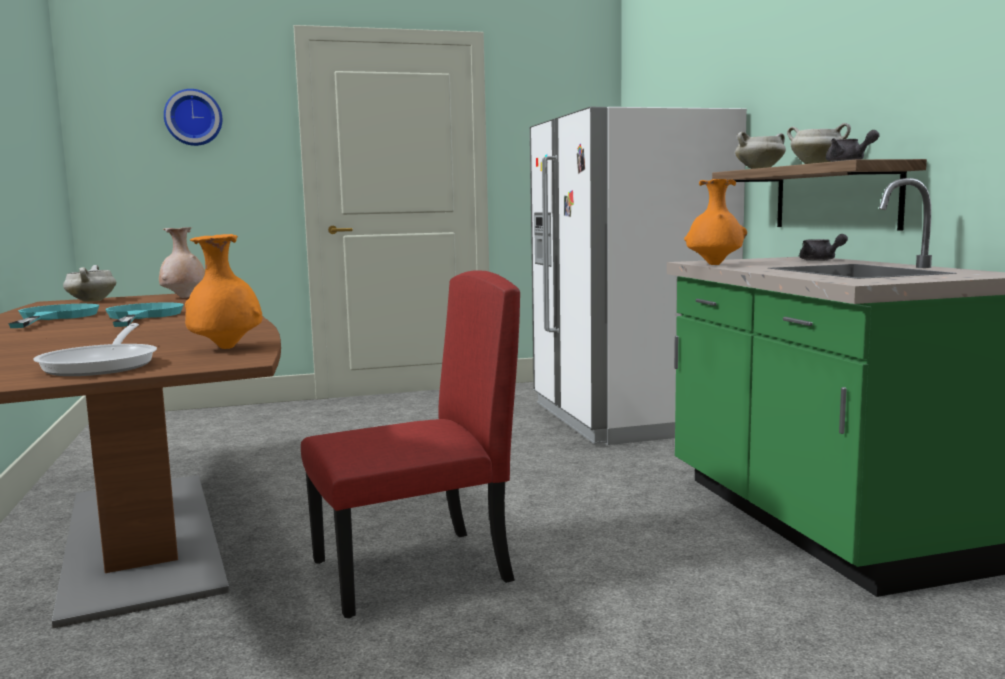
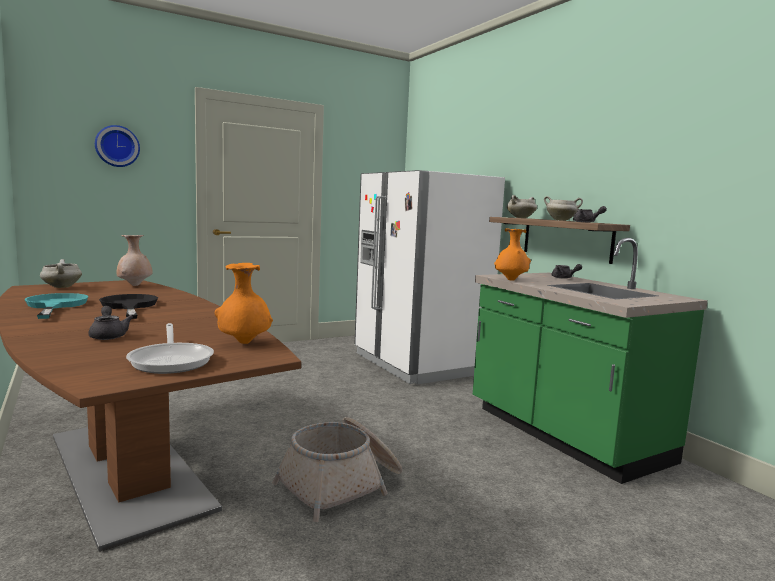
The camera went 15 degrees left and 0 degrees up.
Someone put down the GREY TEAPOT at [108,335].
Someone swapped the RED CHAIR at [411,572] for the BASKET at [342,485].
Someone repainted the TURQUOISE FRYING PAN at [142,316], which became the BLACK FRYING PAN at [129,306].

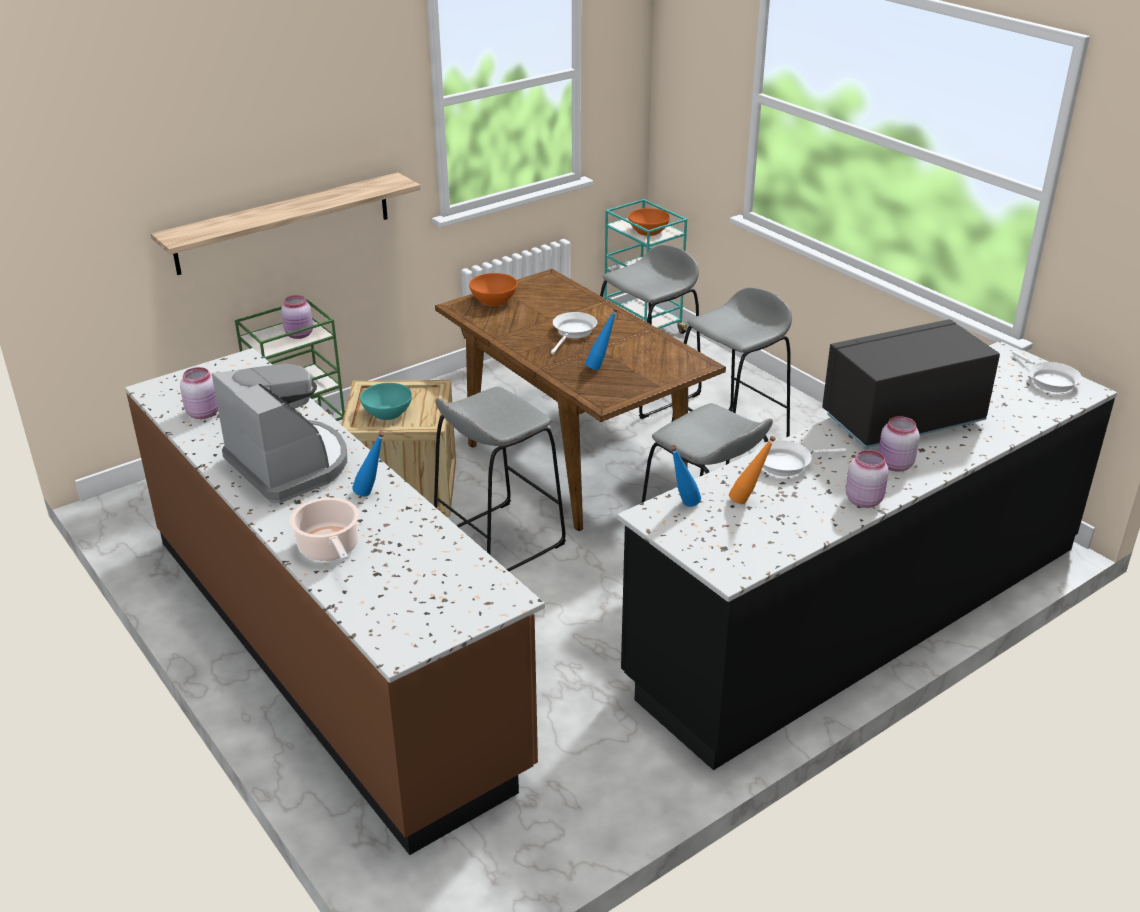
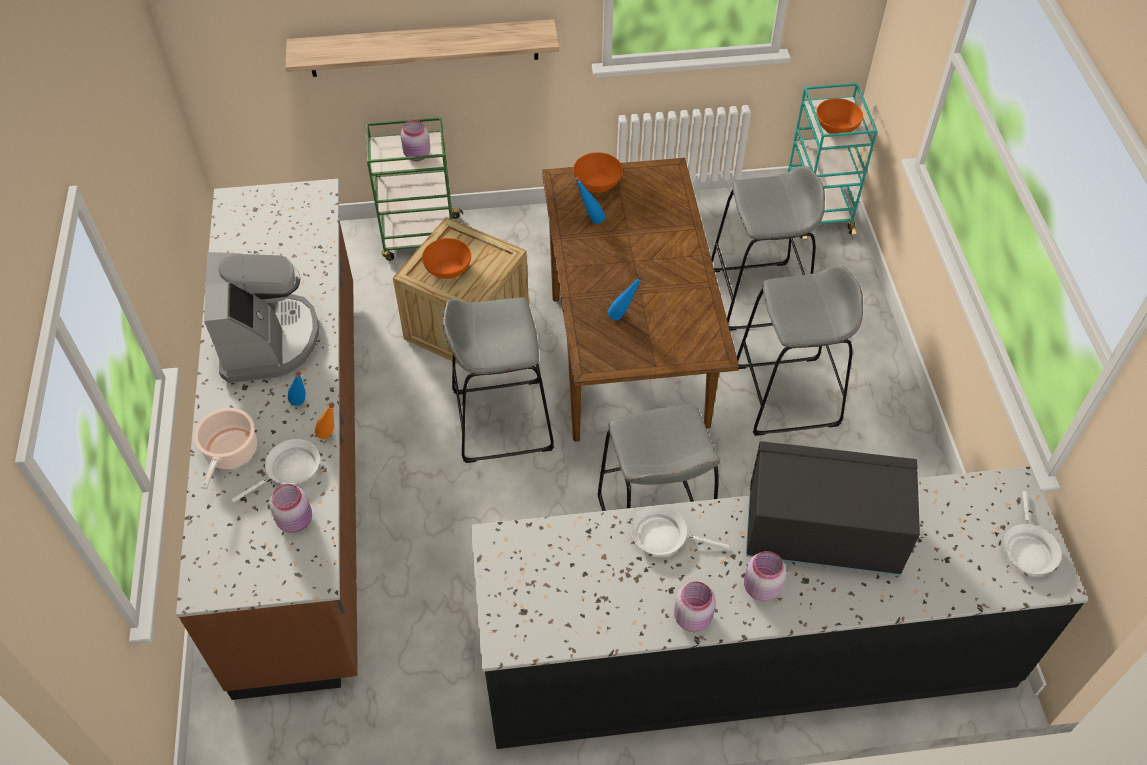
The camera went 30 degrees right and 20 degrees up.
Someone carried the PINK JAR from [204,413] to [296,520].
Someone carried the WHITE FRYING PAN from [573,332] to [290,471].
Someone carried the BLUE BOTTLE from [683,506] to [590,220].
Someone carried the ORANGE BOTTLE from [748,501] to [331,438].
Someone repainted the TURQUOISE BOWL at [387,413], which became the ORANGE BOWL at [447,269].

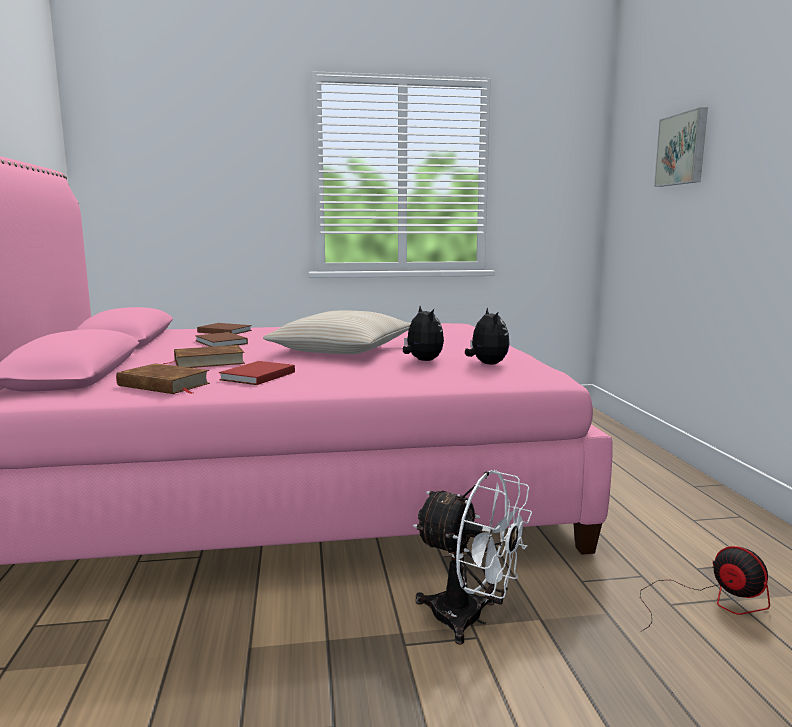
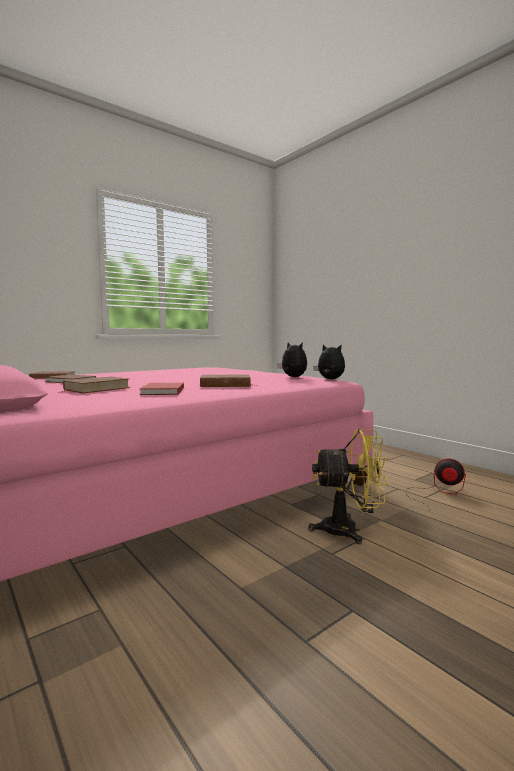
The camera went 30 degrees left and 5 degrees down.
Someone took away the BEIGE PILLOW at [342,349].
Someone took away the PICTURE at [683,149].
Someone carried the BROWN BOOK from [163,385] to [226,385].
Someone carried the PLUSH TOY from [422,361] to [330,379].
Someone repainted the WHITE FAN at [470,619], which became the YELLOW FAN at [349,530].

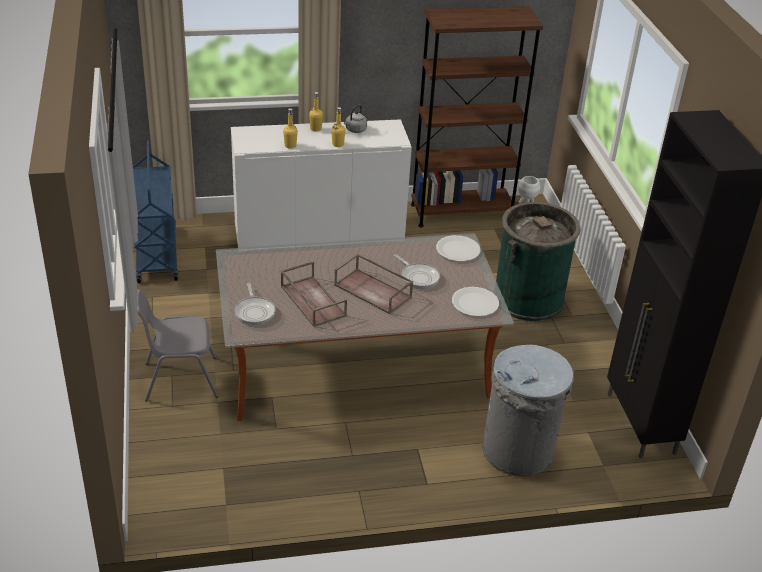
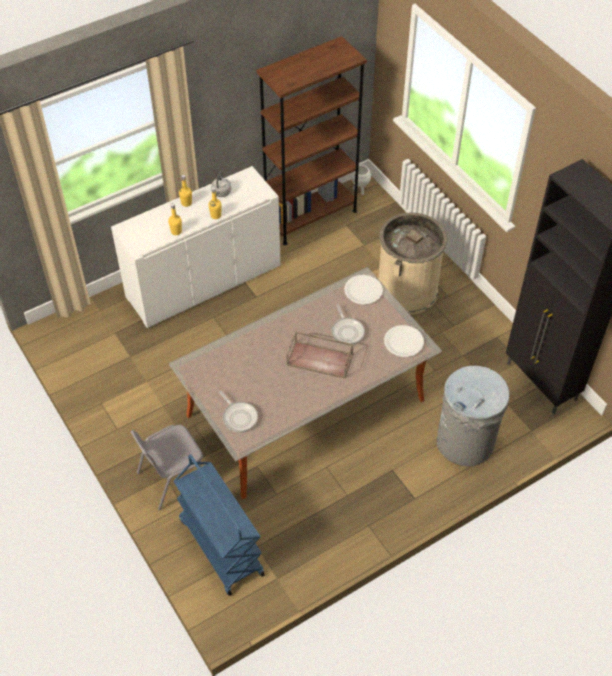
The camera went 20 degrees left and 15 degrees up.
Someone took away the BROWN TRAY at [312,301].
Someone carried the BLUE CART from [156,254] to [220,546].
Someone repainted the GREEN TRASH CAN at [528,298], which became the BEIGE TRASH CAN at [407,290].
Someone rotated the FRYING PAN at [418,277] by 45 degrees clockwise.

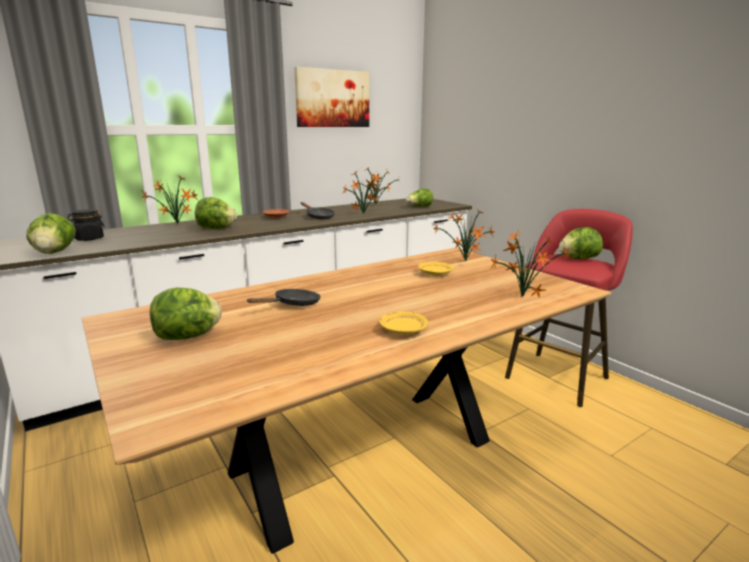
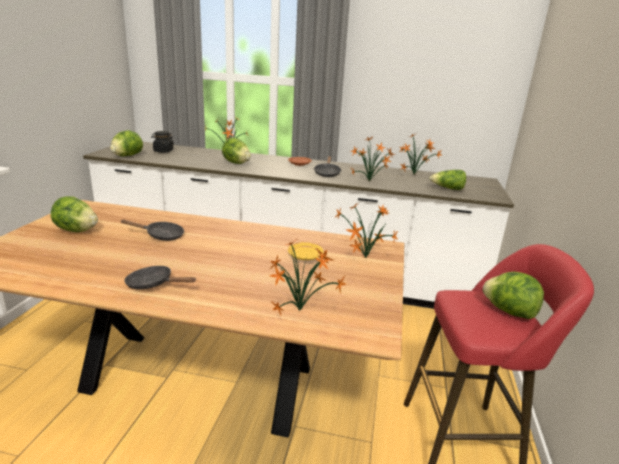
The camera went 45 degrees right and 5 degrees up.
Someone took away the PICTURE at [332,98].
Someone swapped the YELLOW PLATE at [403,330] for the BLACK FRYING PAN at [153,284].

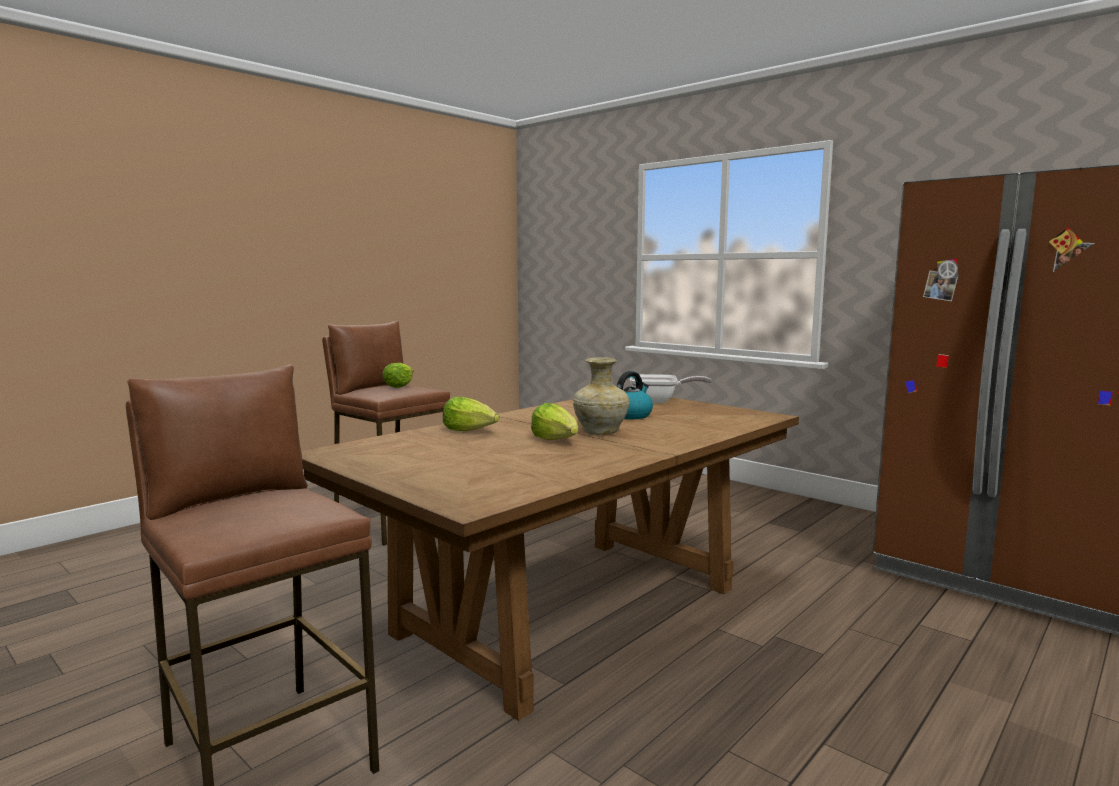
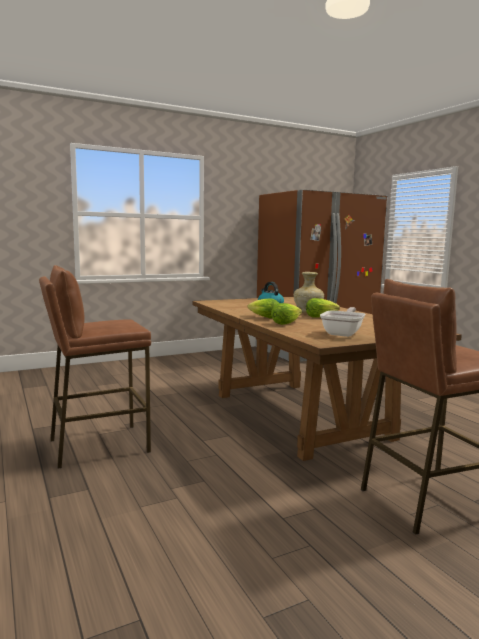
The camera went 70 degrees left and 0 degrees up.
Someone carried the LETTUCE from [399,386] to [264,317].
Someone carried the FRYING PAN from [659,401] to [343,333].

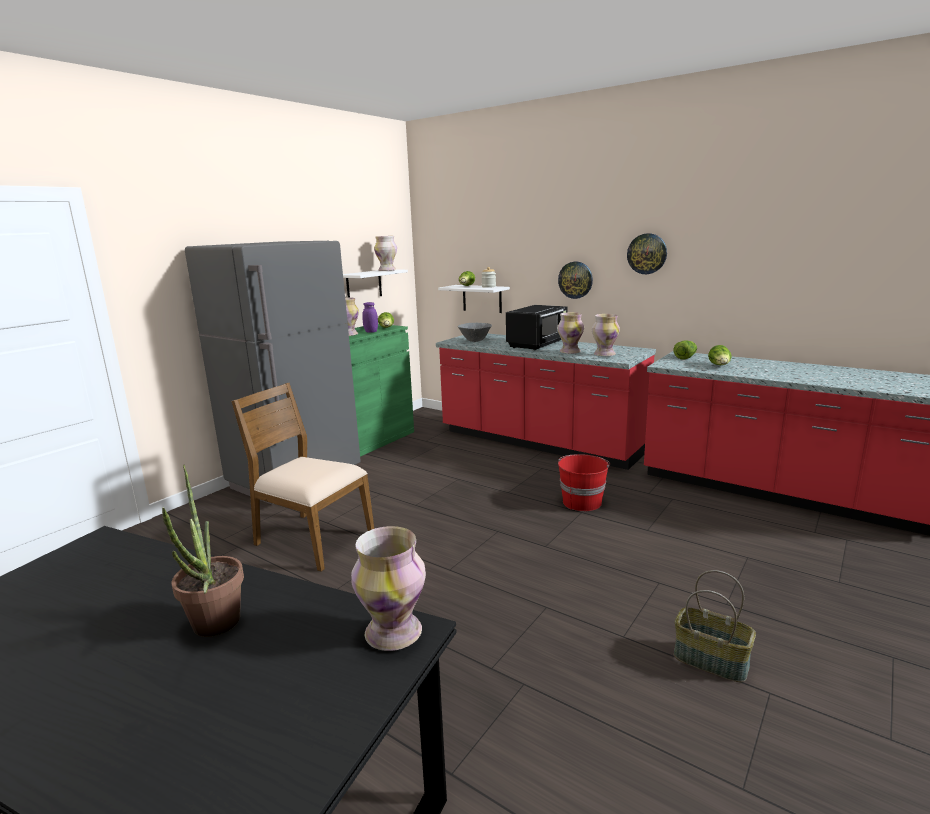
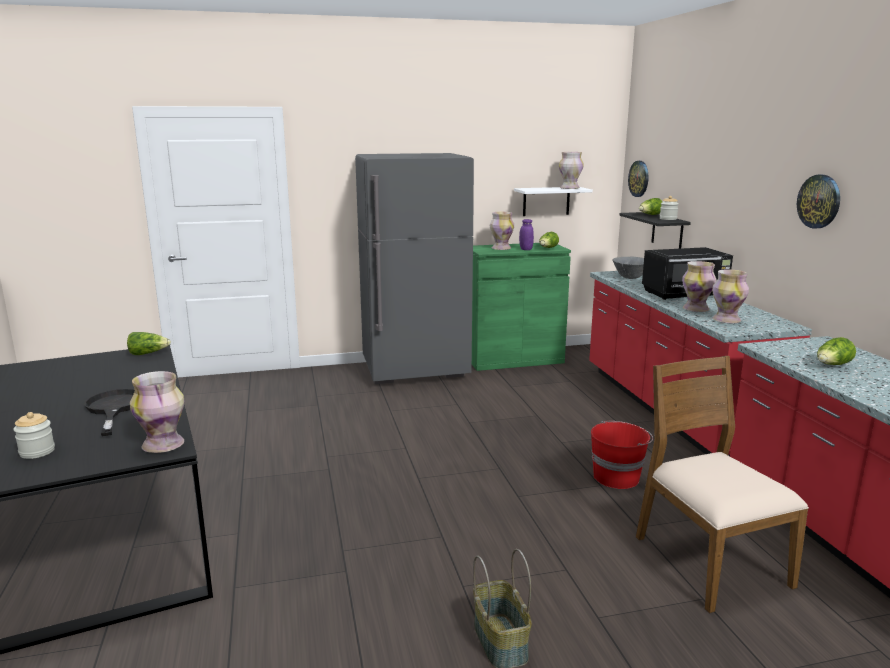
The camera went 40 degrees right and 0 degrees up.
Someone put down the JAR at [37,452].
Someone carried the BROWN CHAIR from [312,539] to [708,561].
Someone carried the WALL CLOCK from [575,280] to [639,178].
Someone carried the LETTUCE from [685,357] to [148,353].
Someone swapped the POTTED PLANT at [214,629] for the BLACK FRYING PAN at [114,408].
Someone repainted the WHITE SHELF at [482,298], which became the BLACK SHELF at [667,231].

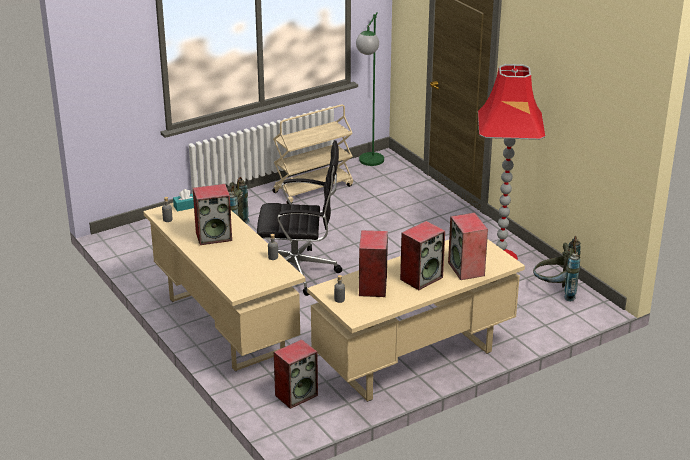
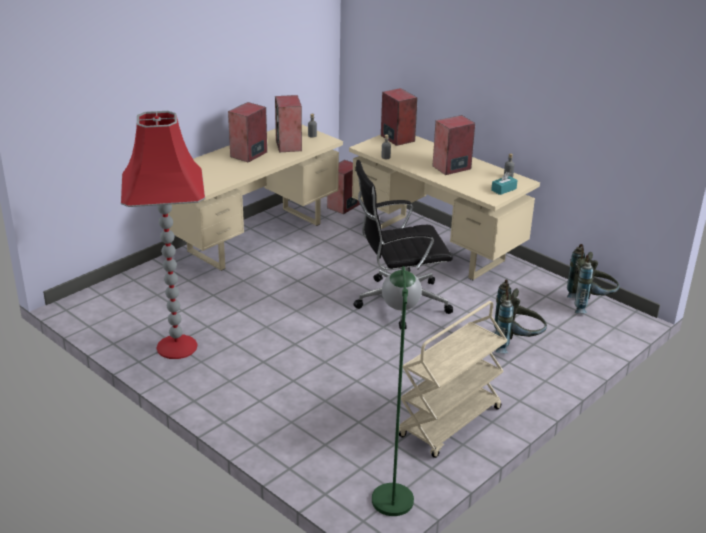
The camera went 165 degrees right and 0 degrees up.
Someone carried the SPEAKER from [467,269] to [397,138].
Someone carried the GREY BACKPACK from [555,291] to [590,304].

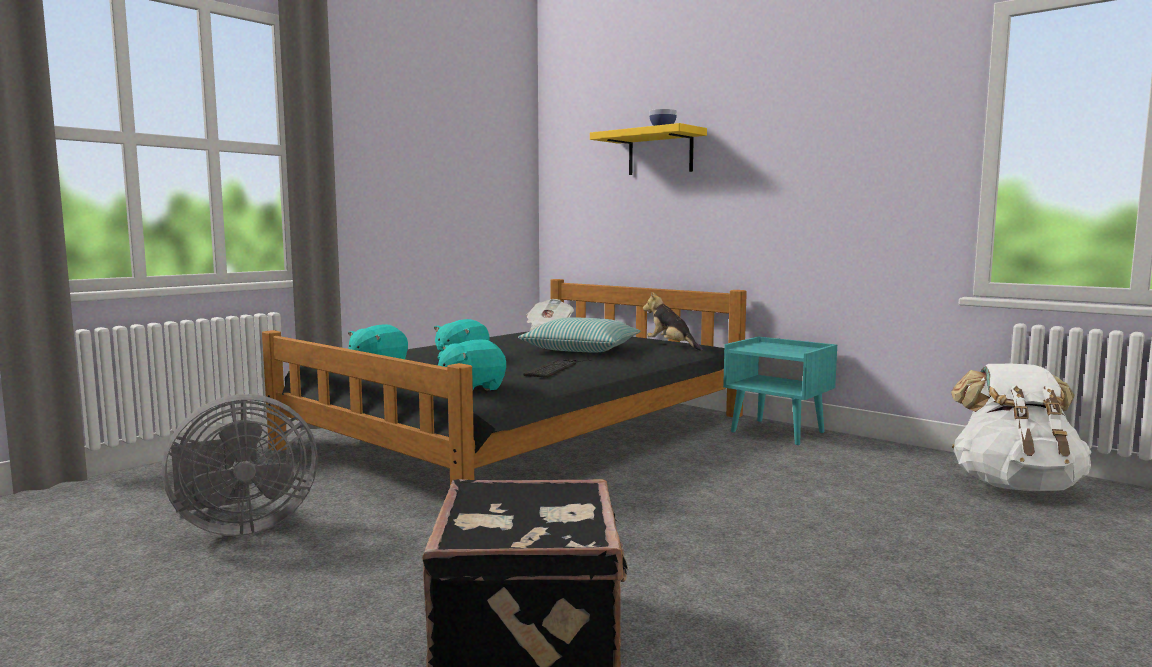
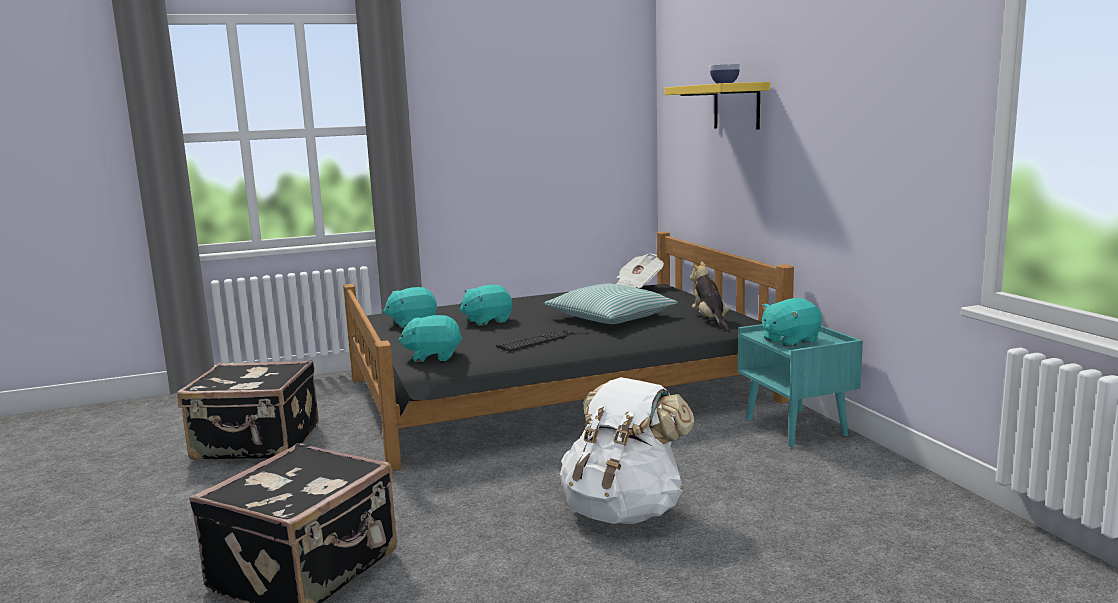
The camera went 30 degrees right and 5 degrees up.
Someone put down the TURQUOISE PLUSH TOY at [789,341].
Someone carried the WHITE BACKPACK from [1015,486] to [624,511].
Someone swapped the GREY FAN at [240,527] for the BLACK SUITCASE at [257,444].

